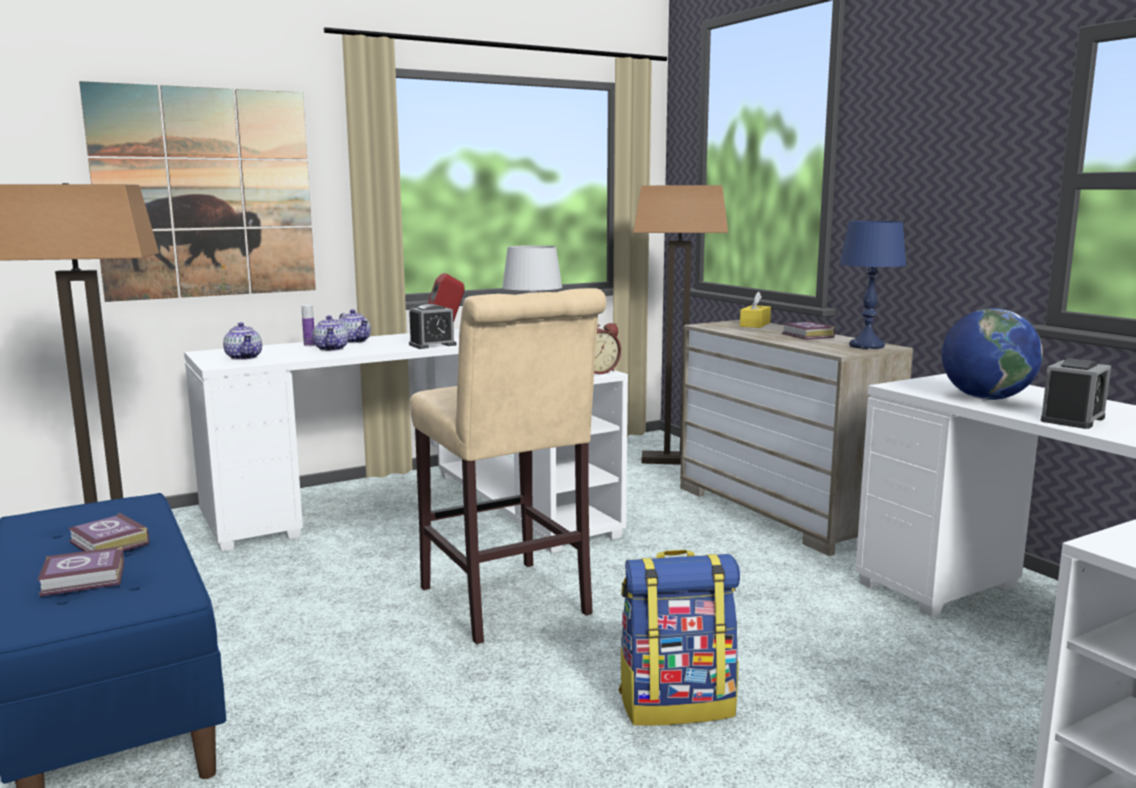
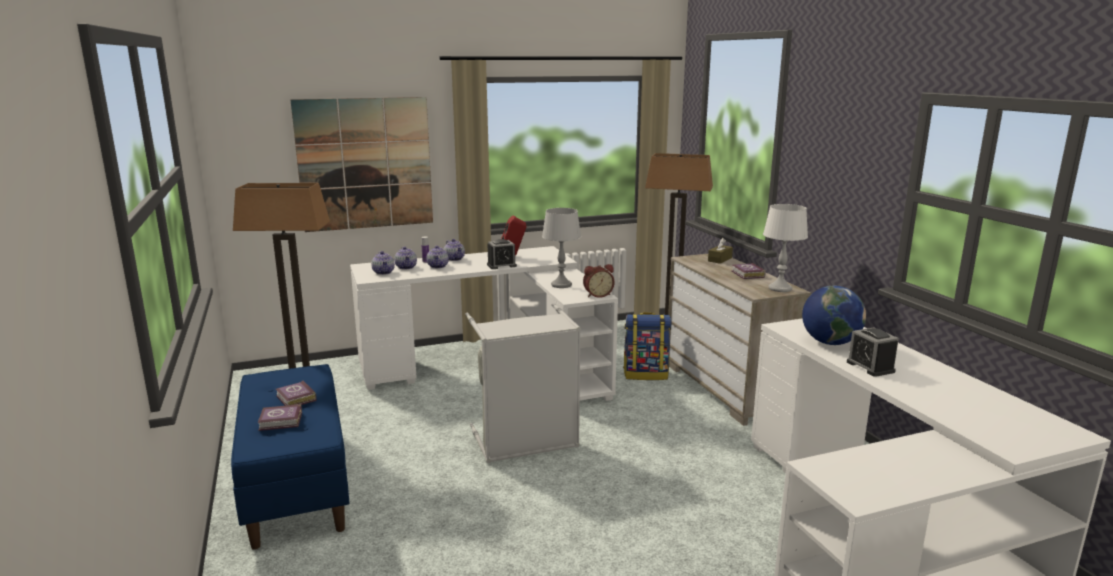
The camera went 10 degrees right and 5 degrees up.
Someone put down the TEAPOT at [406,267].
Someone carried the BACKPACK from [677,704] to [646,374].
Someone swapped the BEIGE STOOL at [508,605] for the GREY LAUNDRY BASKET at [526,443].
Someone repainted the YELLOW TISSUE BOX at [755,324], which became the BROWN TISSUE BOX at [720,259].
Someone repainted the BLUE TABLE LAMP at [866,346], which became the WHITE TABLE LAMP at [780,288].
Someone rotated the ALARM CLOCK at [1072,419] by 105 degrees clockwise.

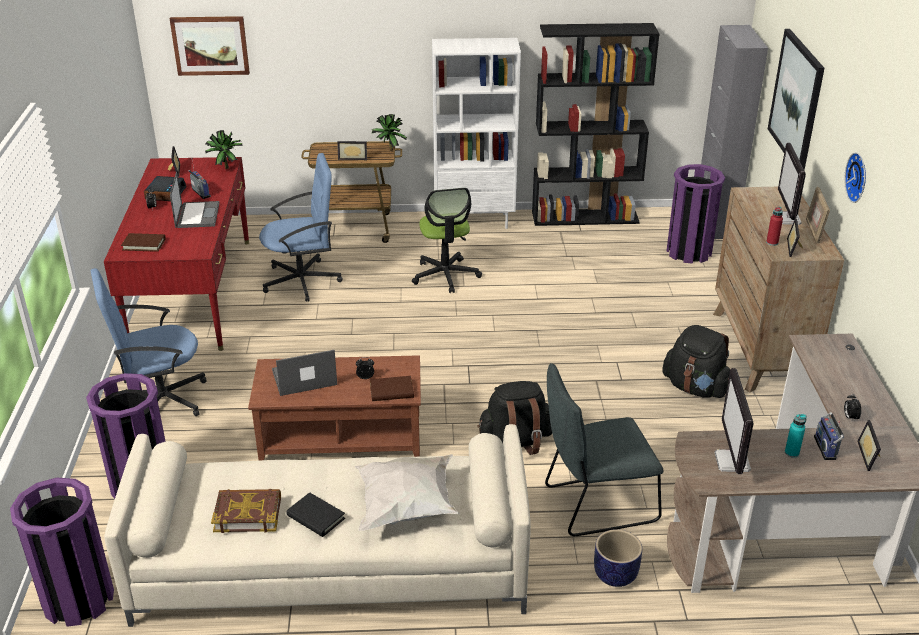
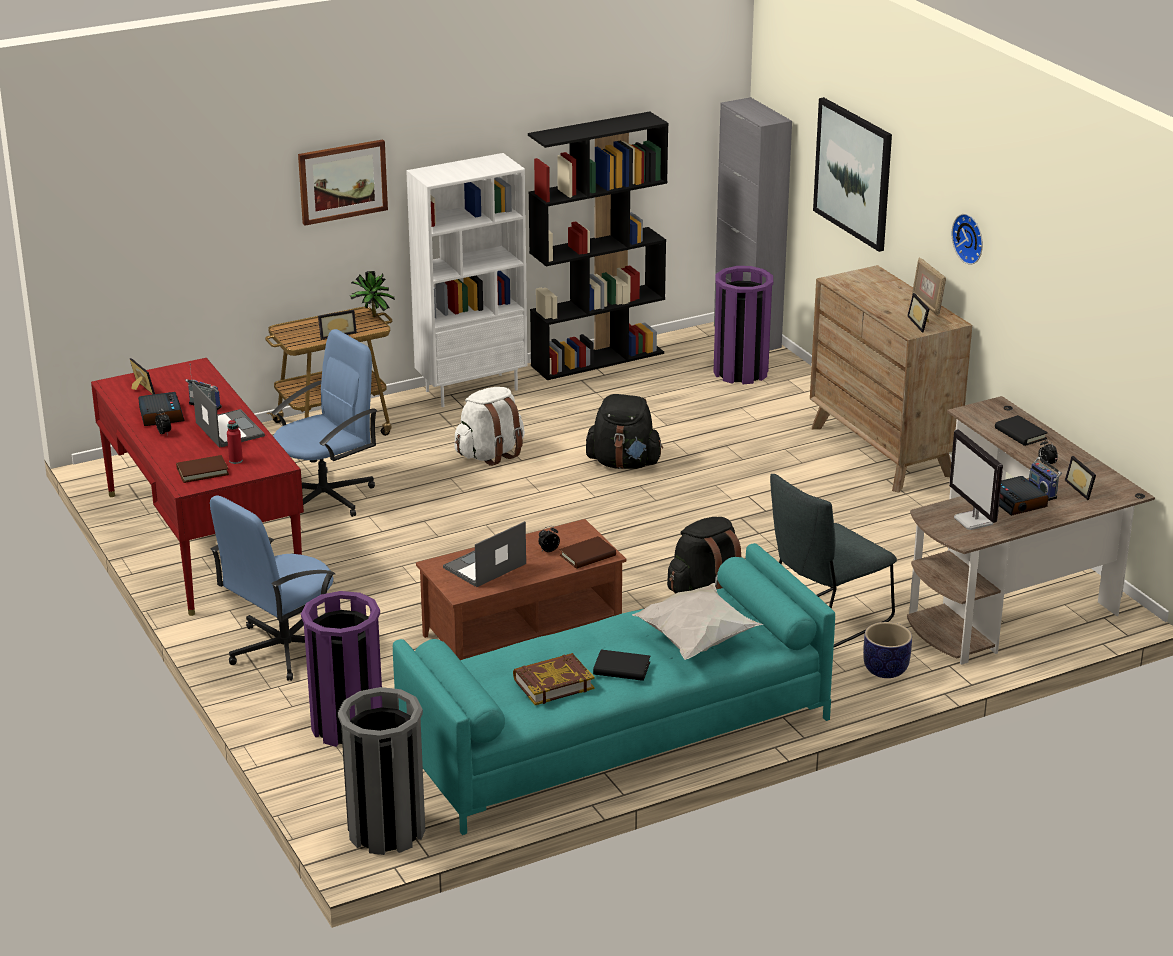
The camera went 25 degrees left and 5 degrees down.
Someone took away the POTTED PLANT at [225,167].
Someone took away the MONITOR at [786,219].
Someone put down the BLACK BOOK at [1020,433].
Someone carried the PICTURE from [210,45] to [342,181].
Someone carried the BLACK BACKPACK from [695,388] to [624,463].
Someone carried the RED BOTTLE from [772,242] to [236,460].
Someone swapped the OFFICE CHAIR at [445,275] for the WHITE BACKPACK at [490,454].
Someone swapped the TURQUOISE BOTTLE at [791,453] for the ALARM CLOCK at [1017,502].
Someone repainted the PURPLE TRASH CAN at [78,599], which became the GREY TRASH CAN at [386,830].
Someone repainted the BEIGE SOFA at [330,566], which became the TURQUOISE SOFA at [615,736].

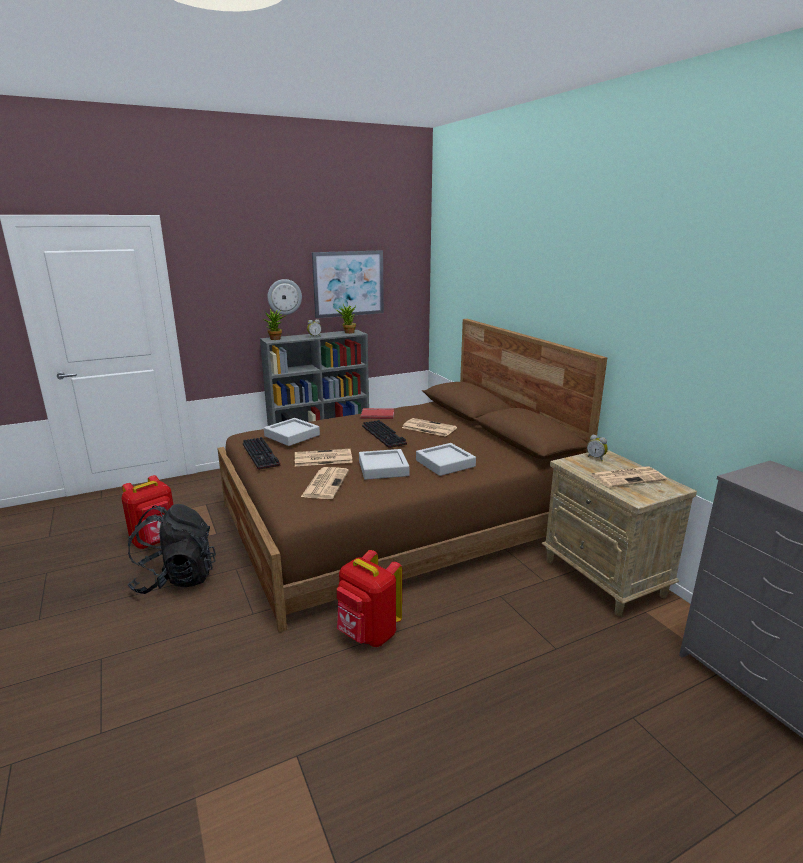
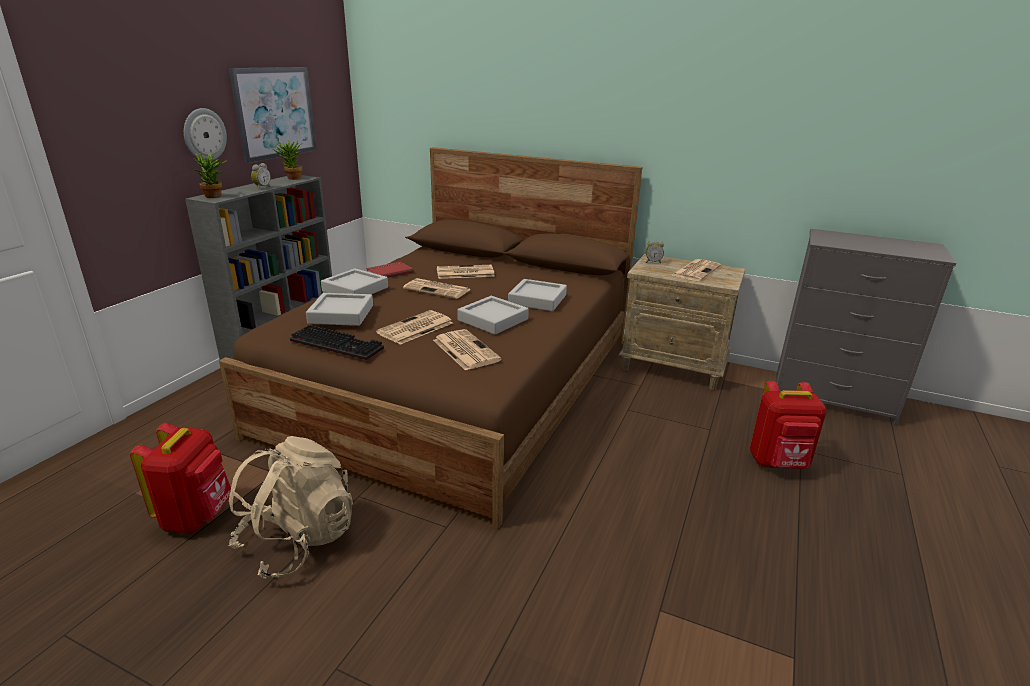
The camera went 40 degrees left and 5 degrees up.
Someone put down the GREY TRAY at [355,289].
Someone carried the RED BACKPACK from [368,634] to [779,463].
Someone swapped the KEYBOARD at [385,435] for the NEWSPAPER at [438,289].
Someone repainted the BLACK BACKPACK at [176,579], which became the BEIGE BACKPACK at [298,541].

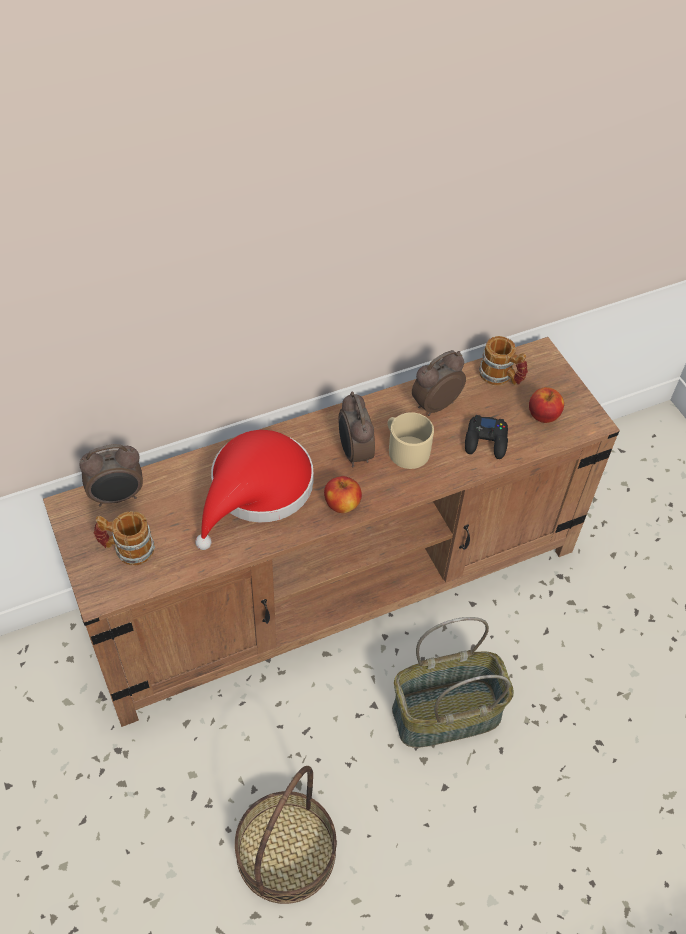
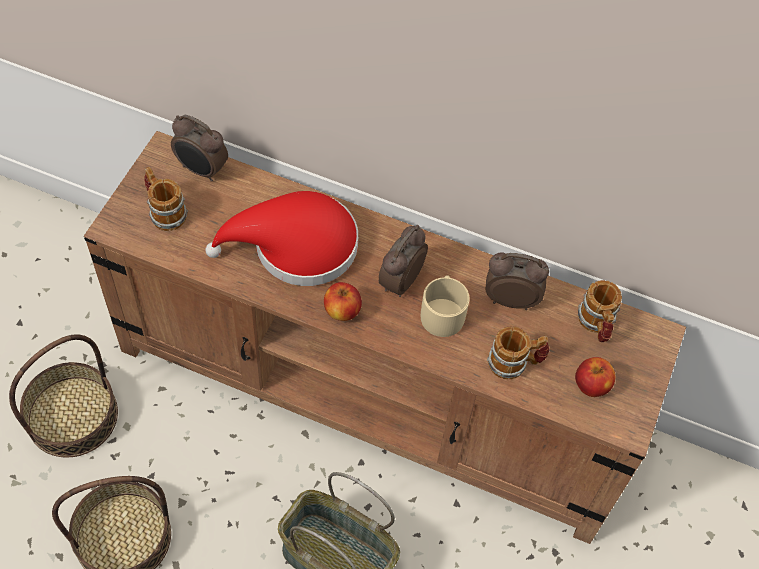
The camera went 45 degrees right and 5 degrees up.
Someone put down the BASKET at [72,416].
Someone swapped the BLACK GAME CONTROLLER at [486,441] for the MUG at [515,363].

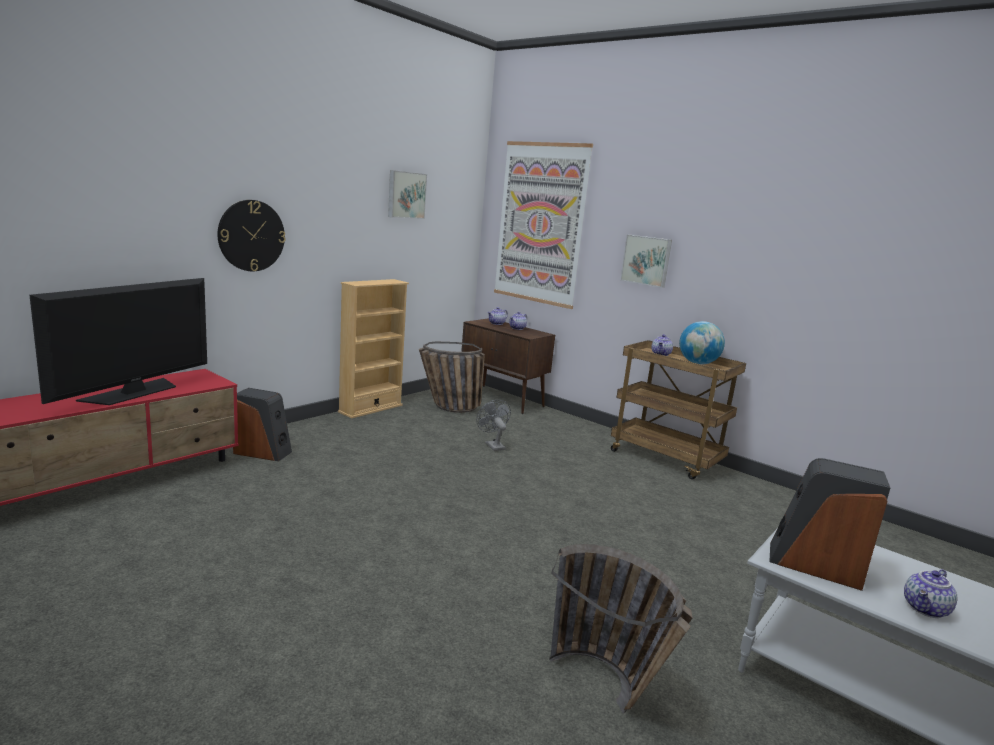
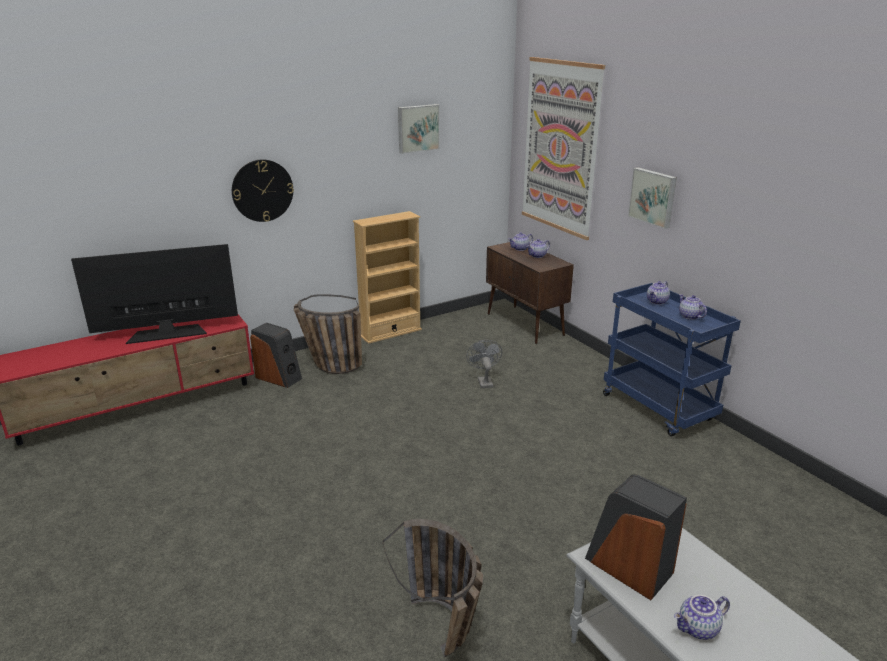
The camera went 20 degrees right and 10 degrees up.
Someone carried the BASKET from [447,407] to [328,365].
Someone swapped the GLOBE at [698,363] for the TEAPOT at [689,316].
Someone repainted the BROWN CART at [666,459], which became the BLUE CART at [659,409].
Someone rotated the TELEVISION at [133,392] by 150 degrees counterclockwise.

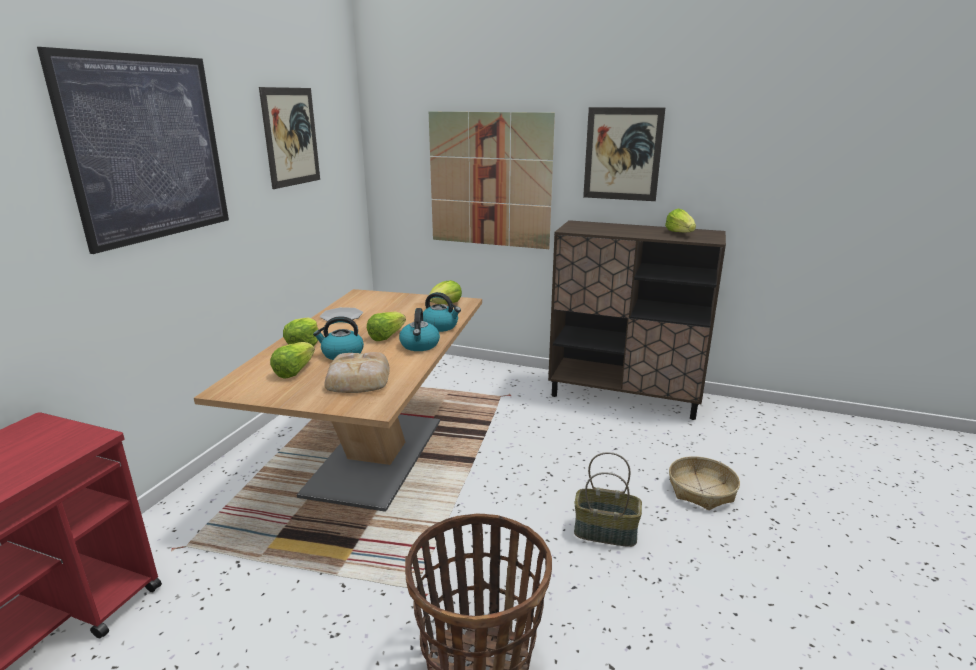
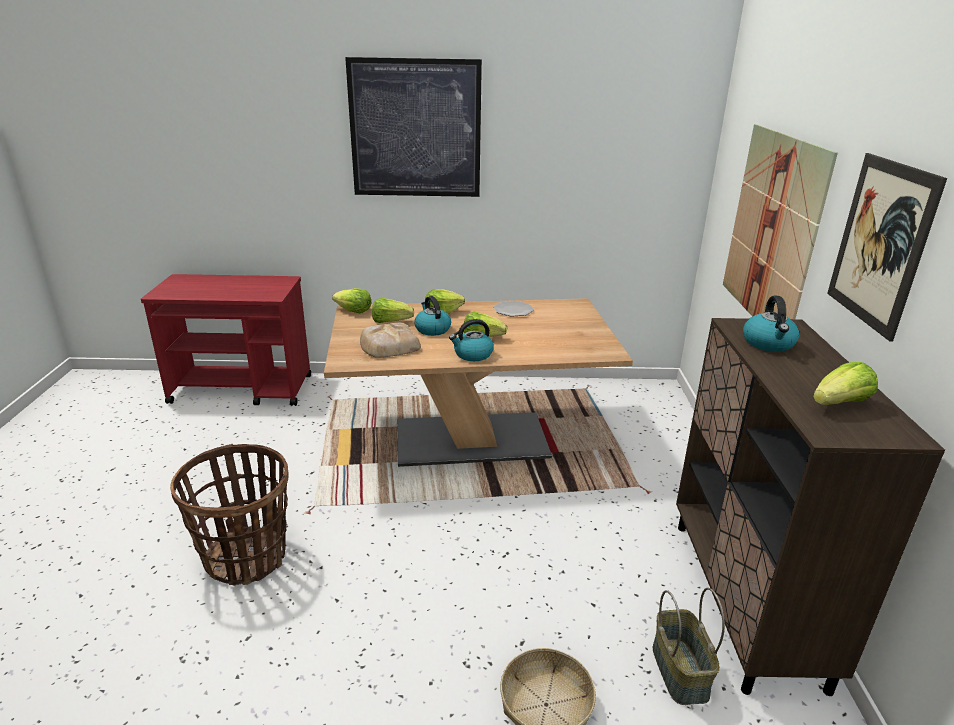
The camera went 70 degrees right and 5 degrees up.
Someone took away the PICTURE at [291,137].
Someone carried the KETTLE from [440,326] to [768,343].
Someone carried the LETTUCE from [445,304] to [353,311].
Someone carried the BASKET from [606,531] to [681,671].

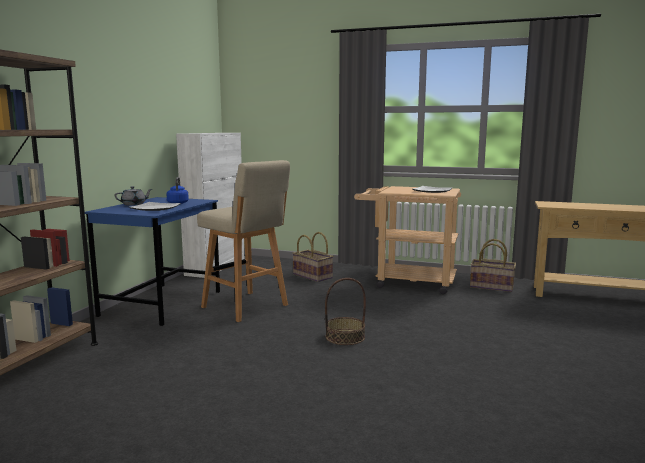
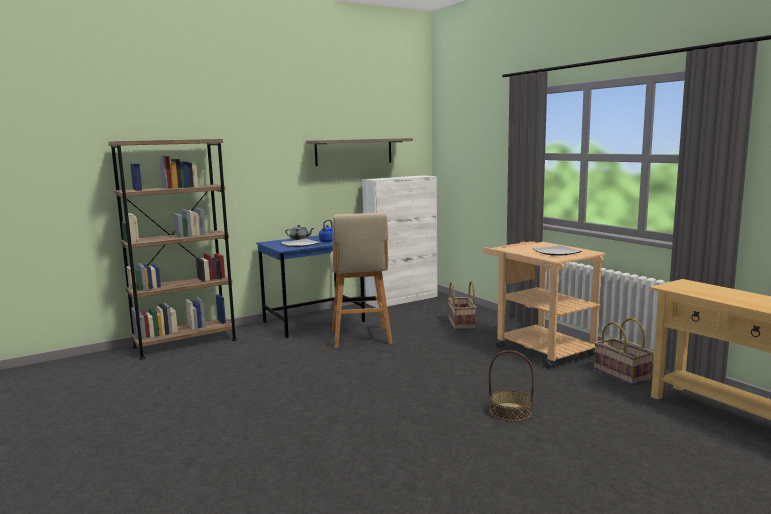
The camera went 40 degrees right and 0 degrees up.
Someone put up the SHELF at [354,151].
Someone carried the BASKET from [345,337] to [510,412].

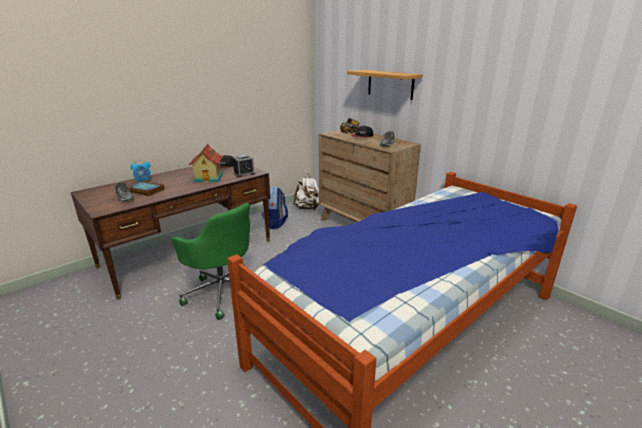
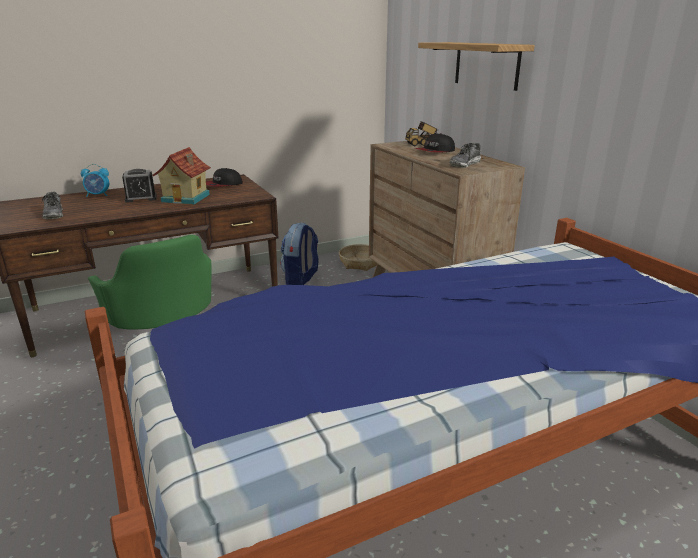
The camera went 15 degrees right and 0 degrees up.
Someone took away the BOOK at [146,191].
Someone carried the ALARM CLOCK from [244,173] to [141,198].
Someone swapped the WHITE BACKPACK at [308,208] for the BASKET at [360,263].

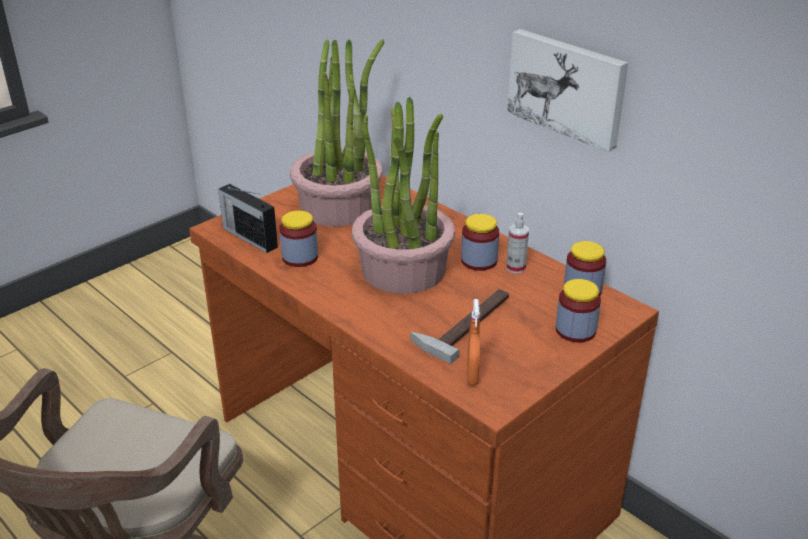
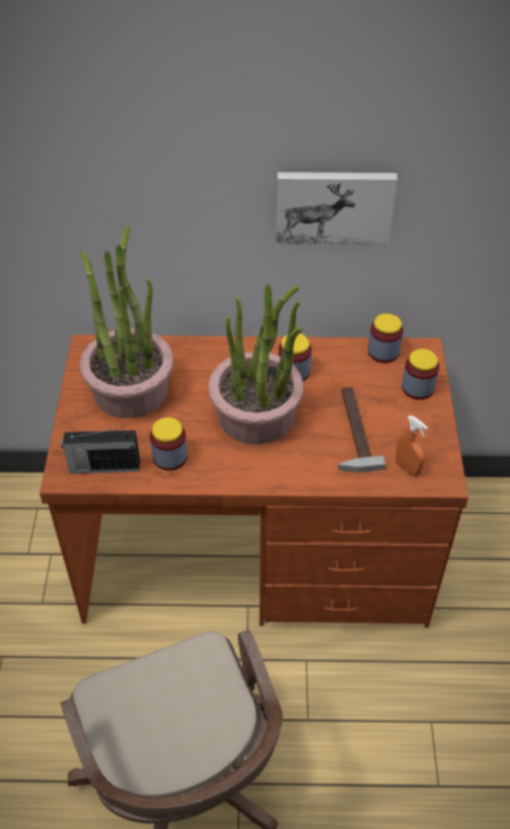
The camera went 45 degrees left and 15 degrees up.
Someone took away the SPRAY BOTTLE at [515,268].

